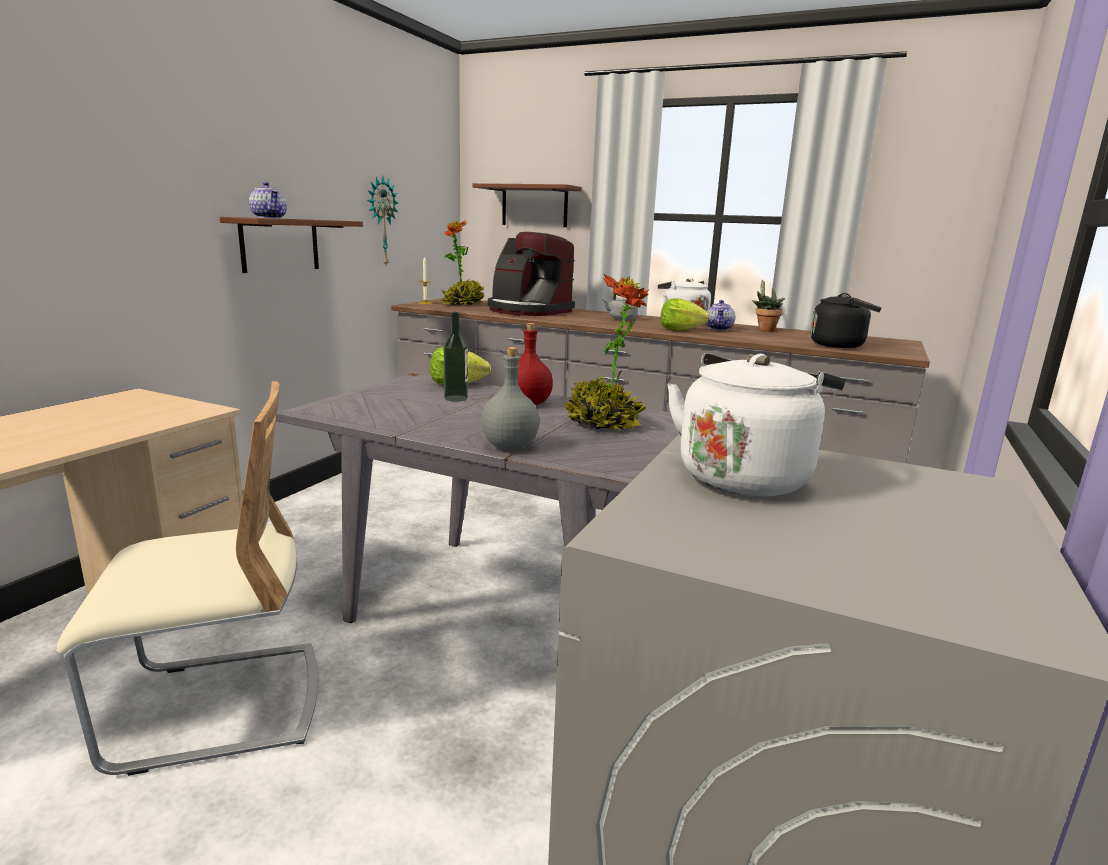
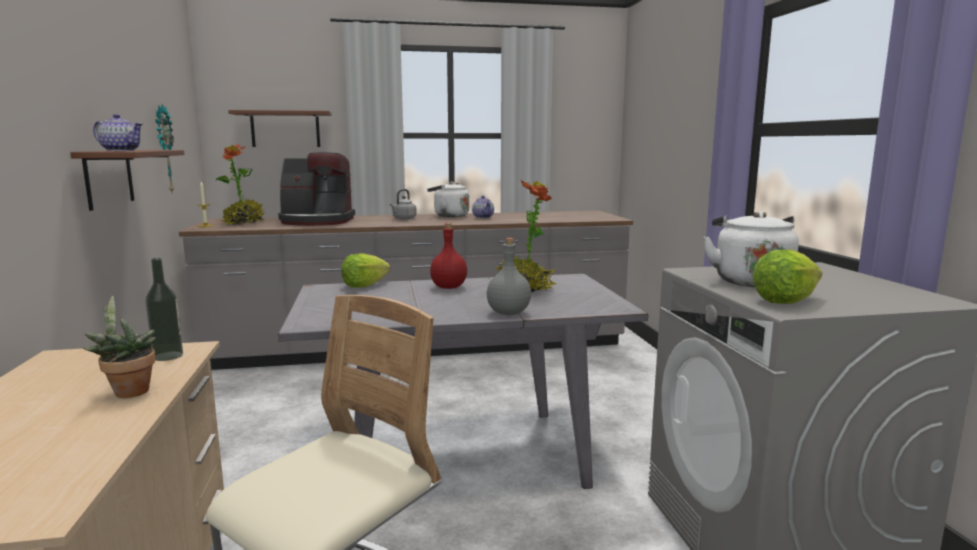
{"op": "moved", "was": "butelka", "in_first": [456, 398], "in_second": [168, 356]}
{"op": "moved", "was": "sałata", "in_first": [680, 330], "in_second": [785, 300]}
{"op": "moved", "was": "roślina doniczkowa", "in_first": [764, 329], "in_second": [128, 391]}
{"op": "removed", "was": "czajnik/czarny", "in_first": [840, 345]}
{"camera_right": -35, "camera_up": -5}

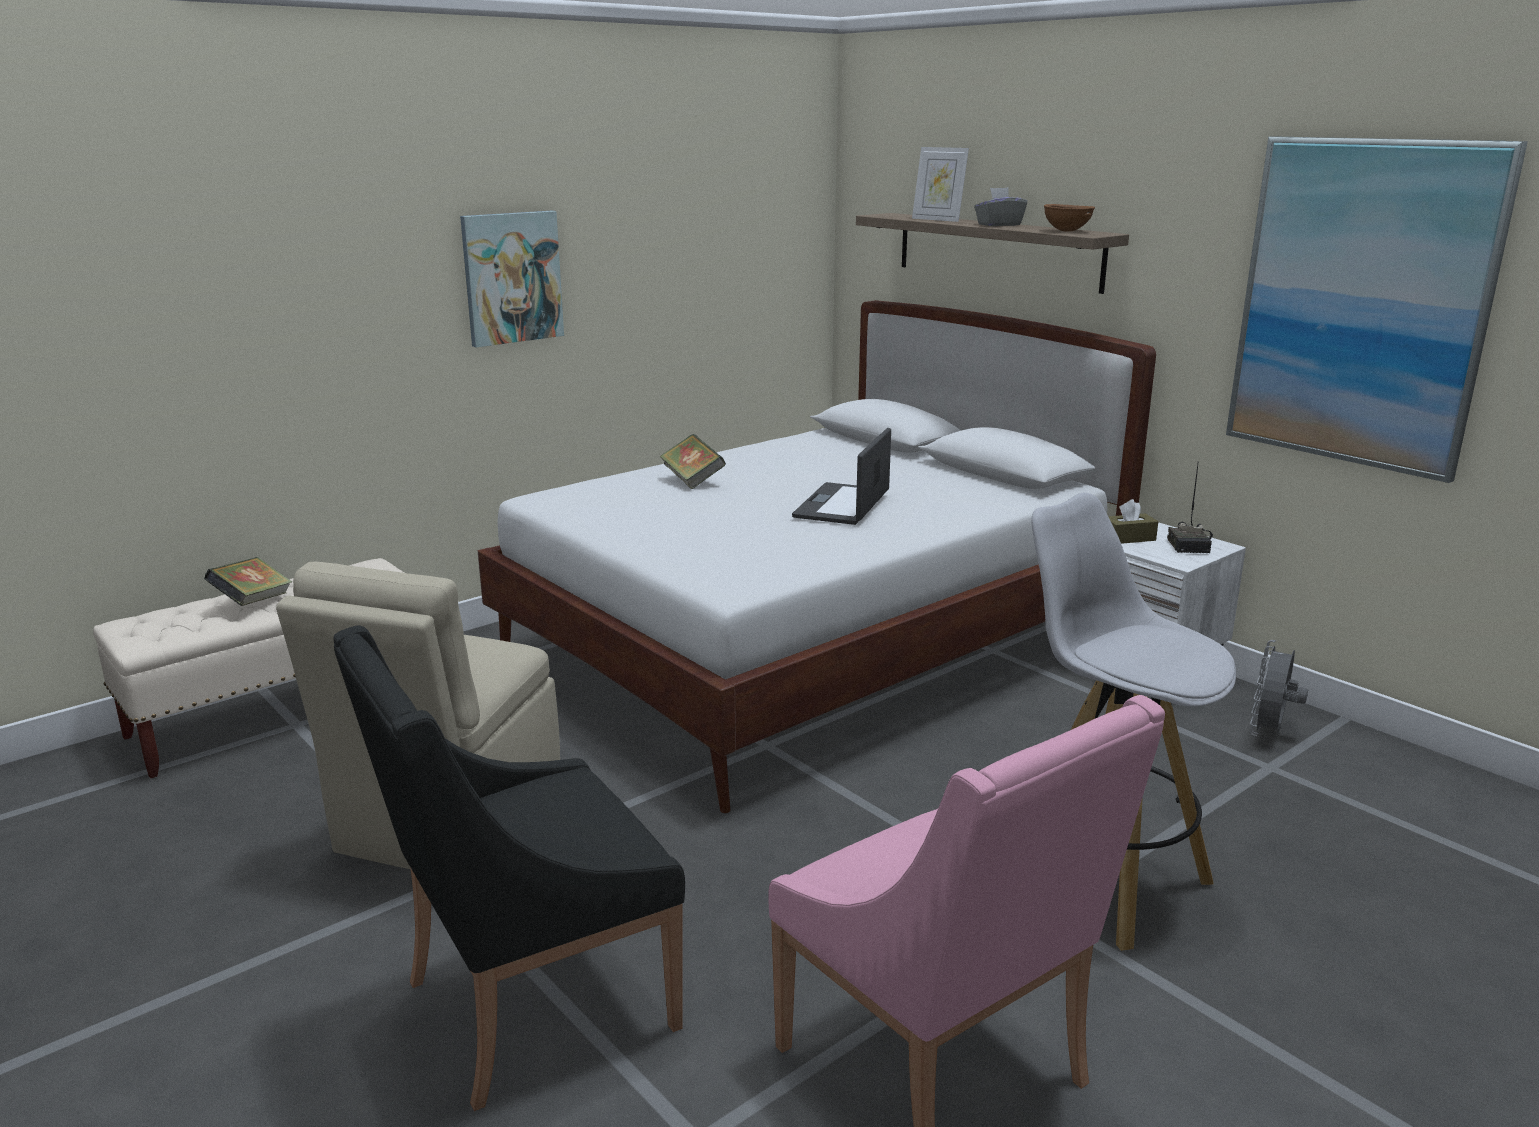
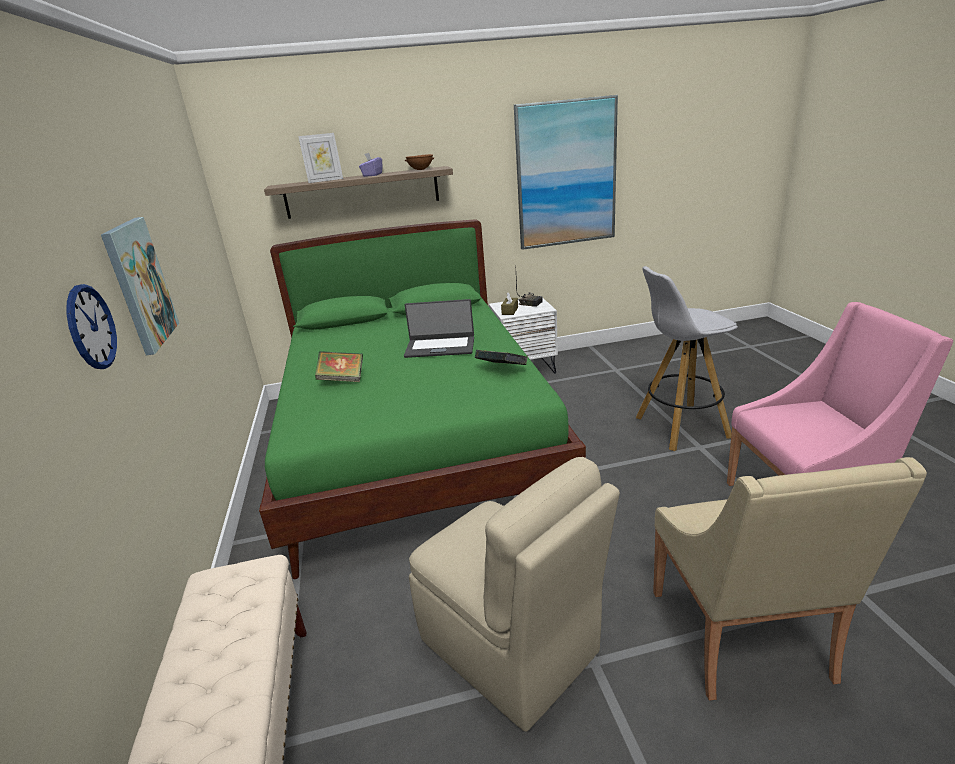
{"op": "moved", "was": "książka", "in_first": [253, 602], "in_second": [502, 370]}
{"op": "recoloured", "was": "fotel/czarny", "now": "fotel/beżowy", "in_first": [531, 1006], "in_second": [743, 638]}
{"op": "recoloured", "was": "łóżko/biały", "now": "łóżko/zielony", "in_first": [812, 649], "in_second": [417, 444]}
{"op": "turned", "was": "laptop", "in_first": [843, 505], "in_second": [440, 347], "clockwise": -45}
{"op": "recoloured", "was": "pudełko chusteczek/szary", "now": "pudełko chusteczek/fioletowy", "in_first": [999, 225], "in_second": [372, 175]}
{"op": "removed", "was": "wentylator/szary", "in_first": [1269, 733]}
{"op": "added", "now": "zegar ścienny", "in_second": [91, 327]}
{"camera_right": -60, "camera_up": 5}

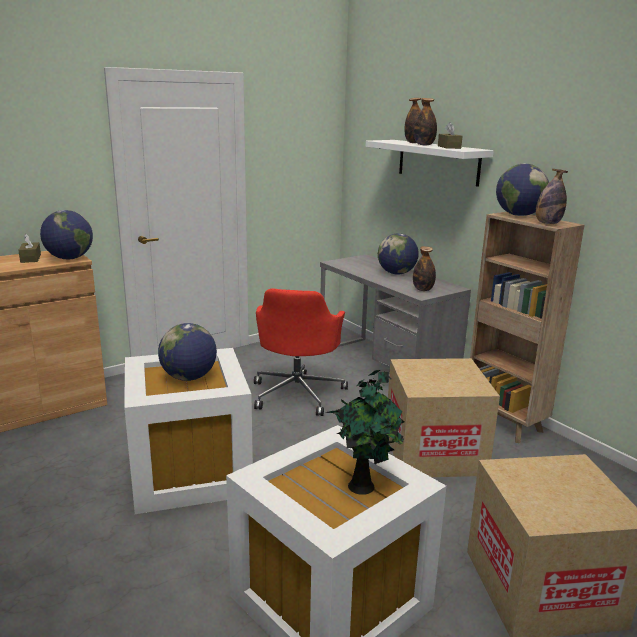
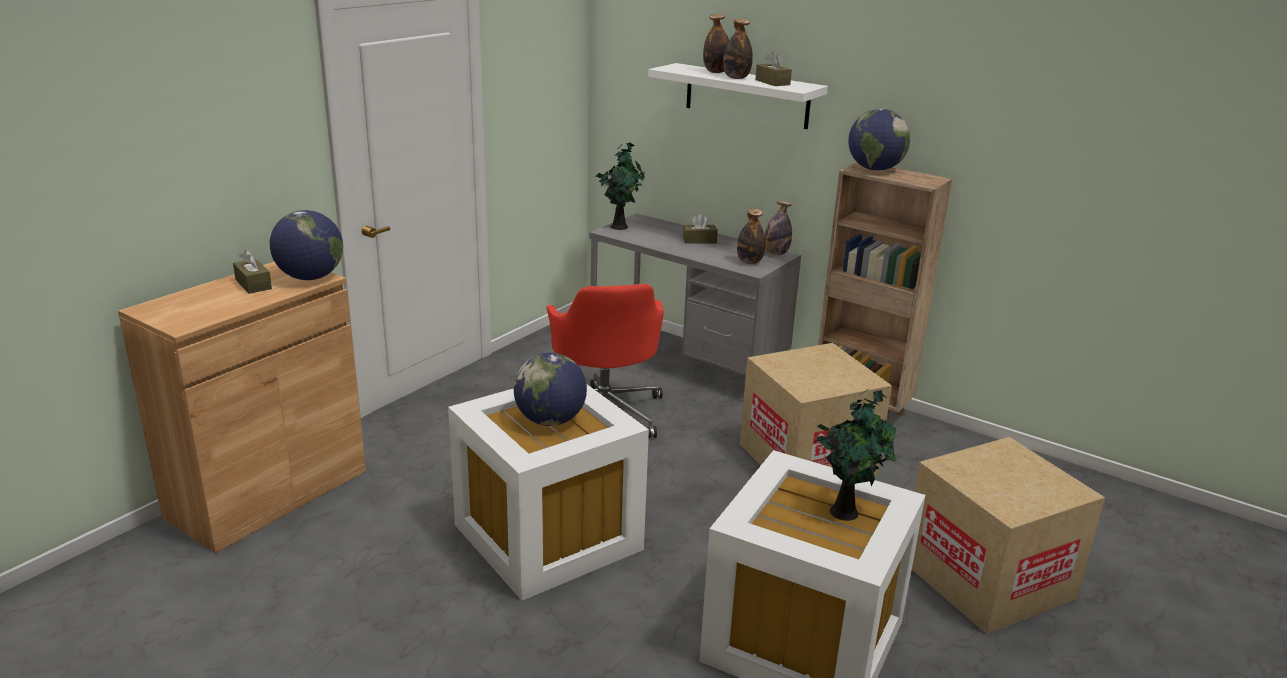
{"op": "replaced", "was": "globus", "now": "pudełko chusteczek/brązowy", "in_first": [396, 273], "in_second": [699, 240]}
{"op": "moved", "was": "butelka", "in_first": [548, 223], "in_second": [775, 254]}
{"op": "added", "now": "roślina doniczkowa", "in_second": [620, 226]}
{"camera_right": -20, "camera_up": 5}

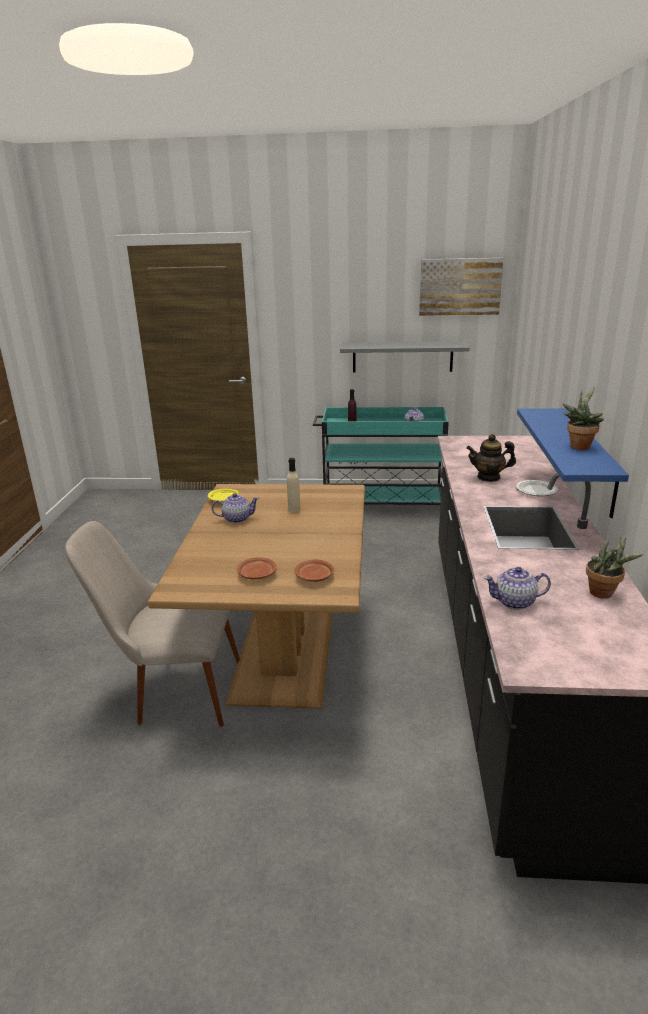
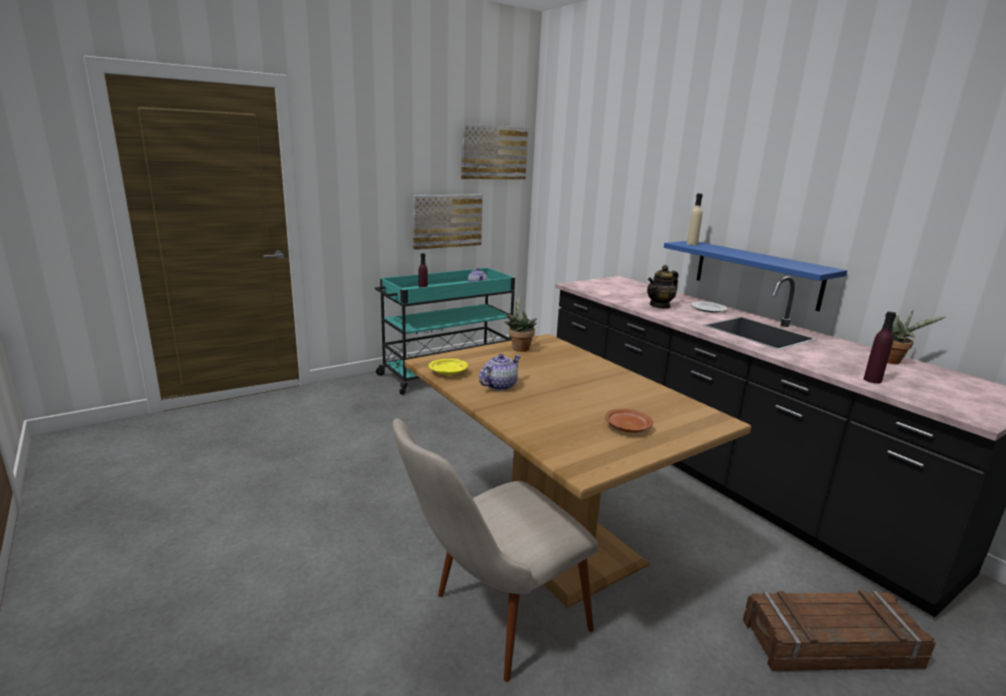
{"op": "moved", "was": "butelka/beżowy", "in_first": [294, 510], "in_second": [692, 244]}
{"op": "removed", "was": "talerz/brązowy", "in_first": [314, 577]}
{"op": "replaced", "was": "półka/szary", "now": "obraz", "in_first": [402, 357], "in_second": [447, 221]}
{"op": "replaced", "was": "imbryk", "now": "butelka/fioletowy", "in_first": [515, 602], "in_second": [872, 380]}
{"op": "moved", "was": "roślina doniczkowa", "in_first": [579, 446], "in_second": [519, 348]}
{"op": "added", "now": "skrzynka", "in_second": [829, 643]}
{"camera_right": -40, "camera_up": -5}

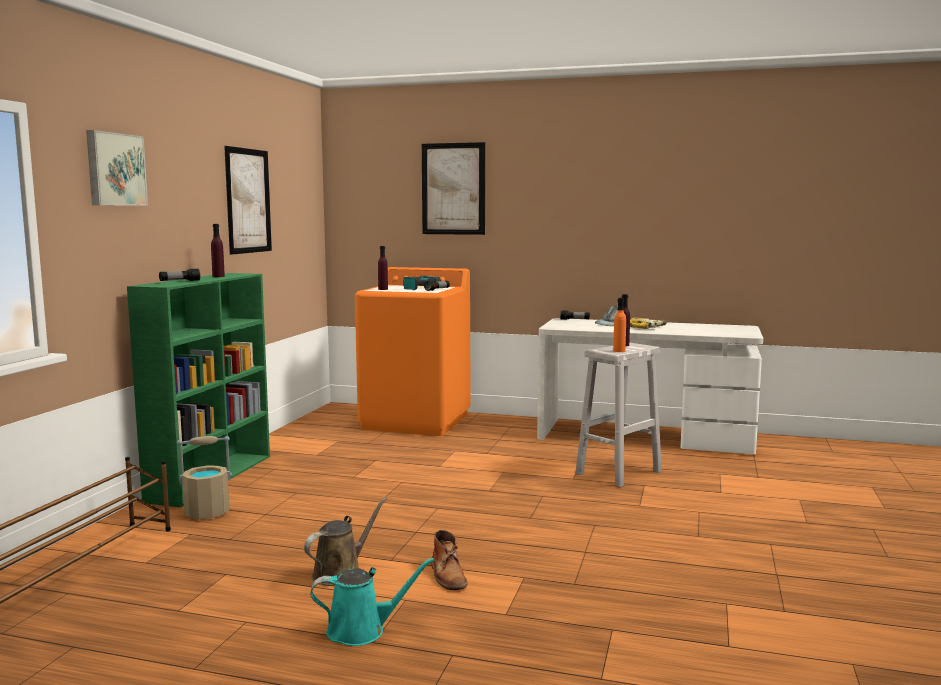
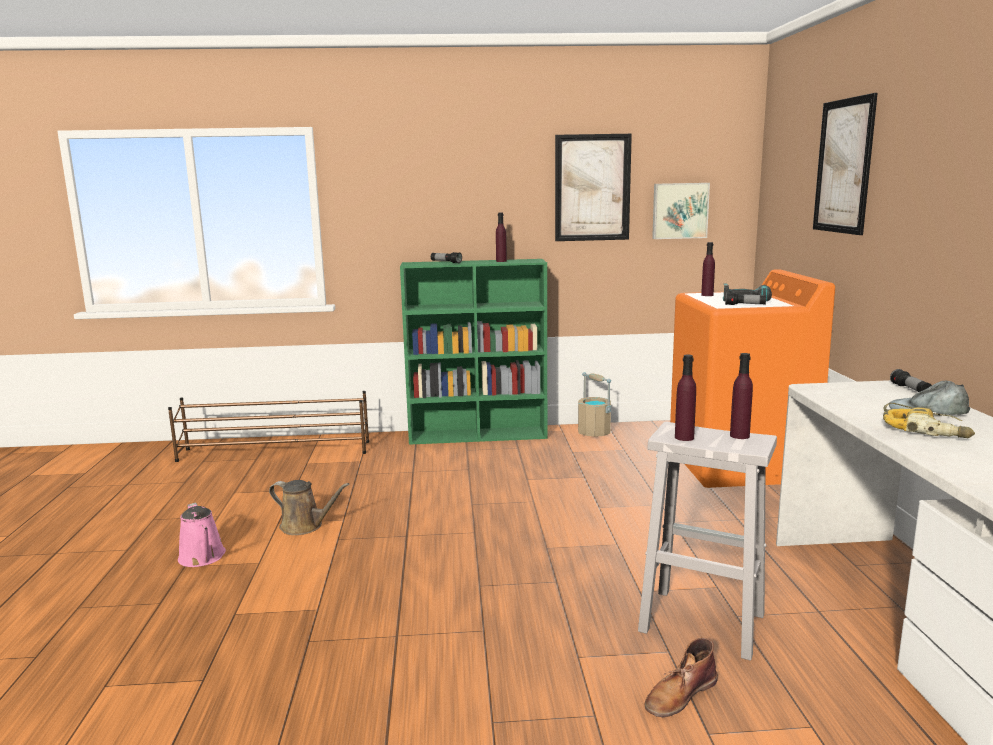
{"op": "moved", "was": "obraz", "in_first": [114, 169], "in_second": [679, 210]}
{"op": "moved", "was": "wiadro/beżowy", "in_first": [207, 512], "in_second": [594, 432]}
{"op": "recoloured", "was": "konewka/turkusowy", "now": "konewka/różowy", "in_first": [362, 630], "in_second": [203, 558]}
{"op": "moved", "was": "but z cholewką/brązowy", "in_first": [448, 575], "in_second": [680, 694]}
{"op": "recoloured", "was": "butelka/pomarańczowy", "now": "butelka/fioletowy", "in_first": [619, 351], "in_second": [684, 437]}
{"camera_right": 70, "camera_up": 5}

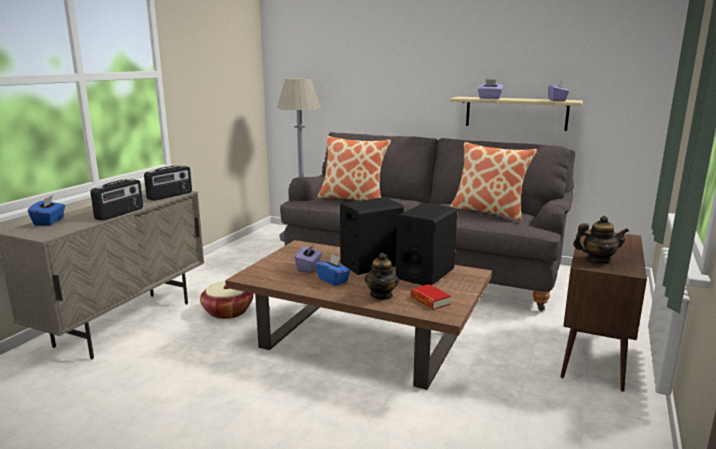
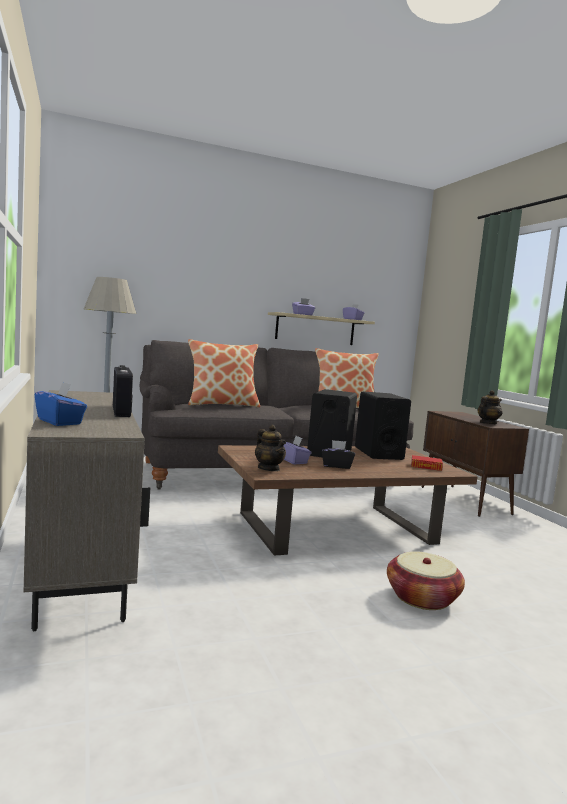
{"op": "removed", "was": "radio", "in_first": [170, 196]}
{"op": "moved", "was": "koszyk", "in_first": [227, 311], "in_second": [422, 598]}
{"op": "recoloured", "was": "pudełko chusteczek/niebieski", "now": "pudełko chusteczek/czarny", "in_first": [333, 280], "in_second": [336, 466]}
{"op": "moved", "was": "imbryk", "in_first": [381, 295], "in_second": [269, 469]}
{"camera_right": -45, "camera_up": -10}

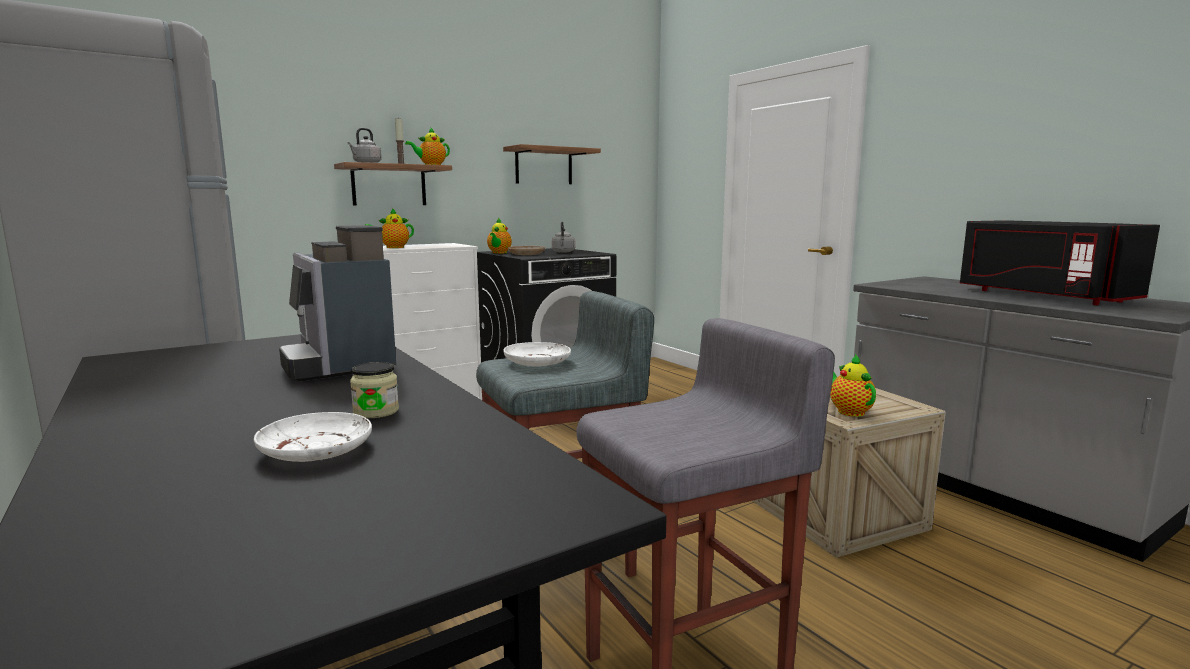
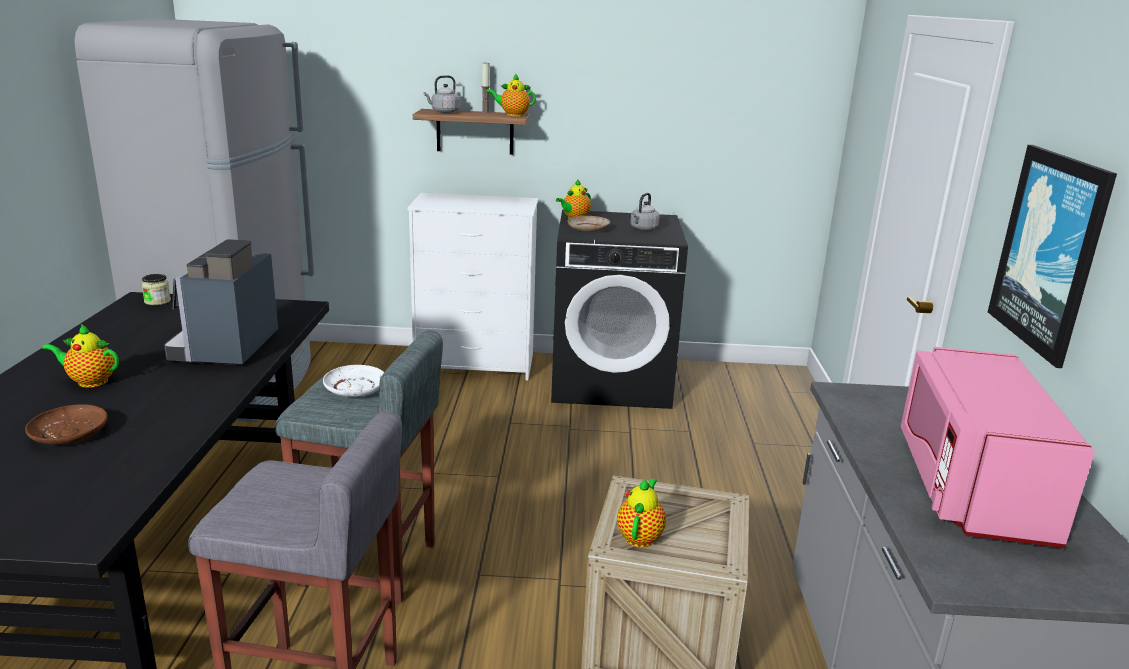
{"op": "recoloured", "was": "talerz/biały", "now": "talerz/brązowy", "in_first": [316, 450], "in_second": [70, 433]}
{"op": "moved", "was": "słoik", "in_first": [376, 411], "in_second": [157, 301]}
{"op": "moved", "was": "imbryk", "in_first": [393, 247], "in_second": [89, 381]}
{"op": "removed", "was": "półka", "in_first": [544, 166]}
{"op": "recoloured", "was": "mikrofalówka/czarny", "now": "mikrofalówka/różowy", "in_first": [1040, 296], "in_second": [970, 486]}
{"op": "added", "now": "obraz", "in_second": [1049, 251]}
{"camera_right": 35, "camera_up": 10}

